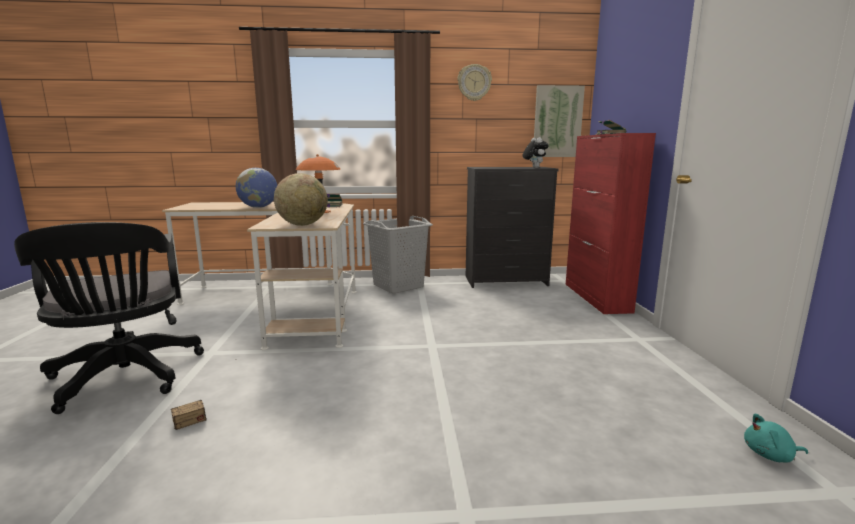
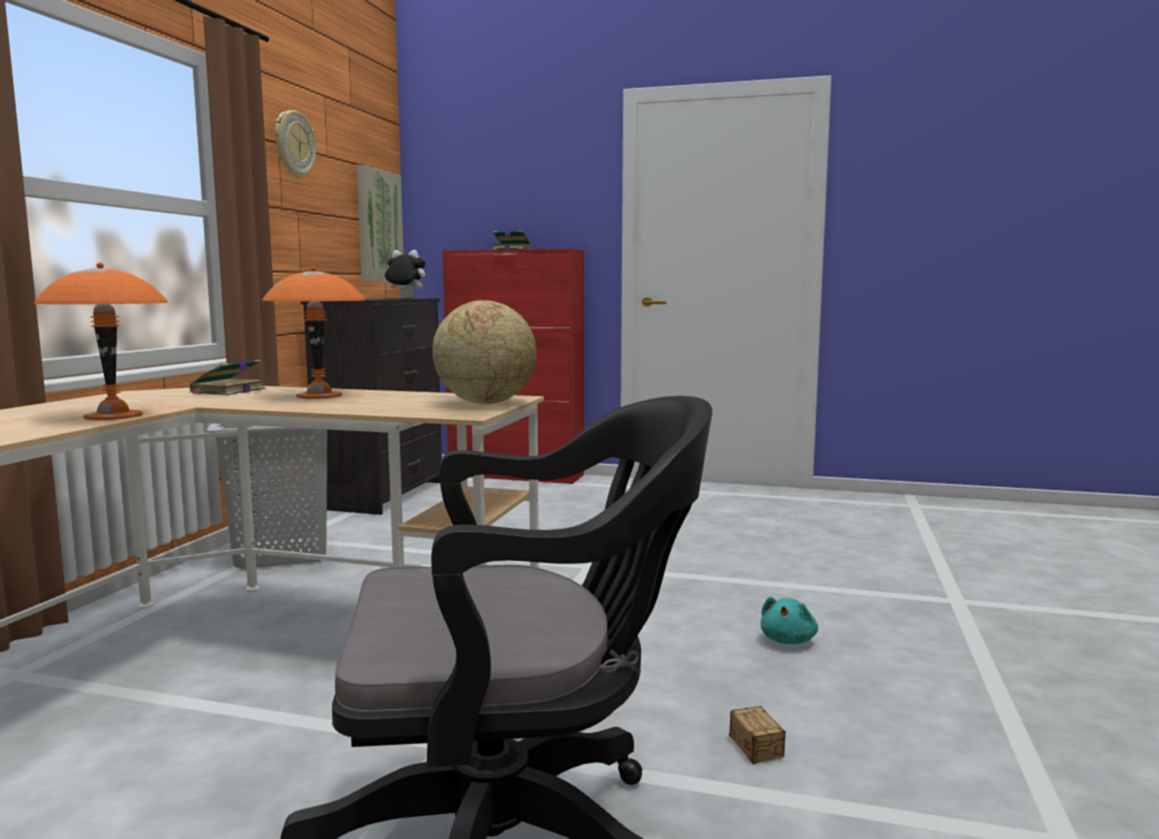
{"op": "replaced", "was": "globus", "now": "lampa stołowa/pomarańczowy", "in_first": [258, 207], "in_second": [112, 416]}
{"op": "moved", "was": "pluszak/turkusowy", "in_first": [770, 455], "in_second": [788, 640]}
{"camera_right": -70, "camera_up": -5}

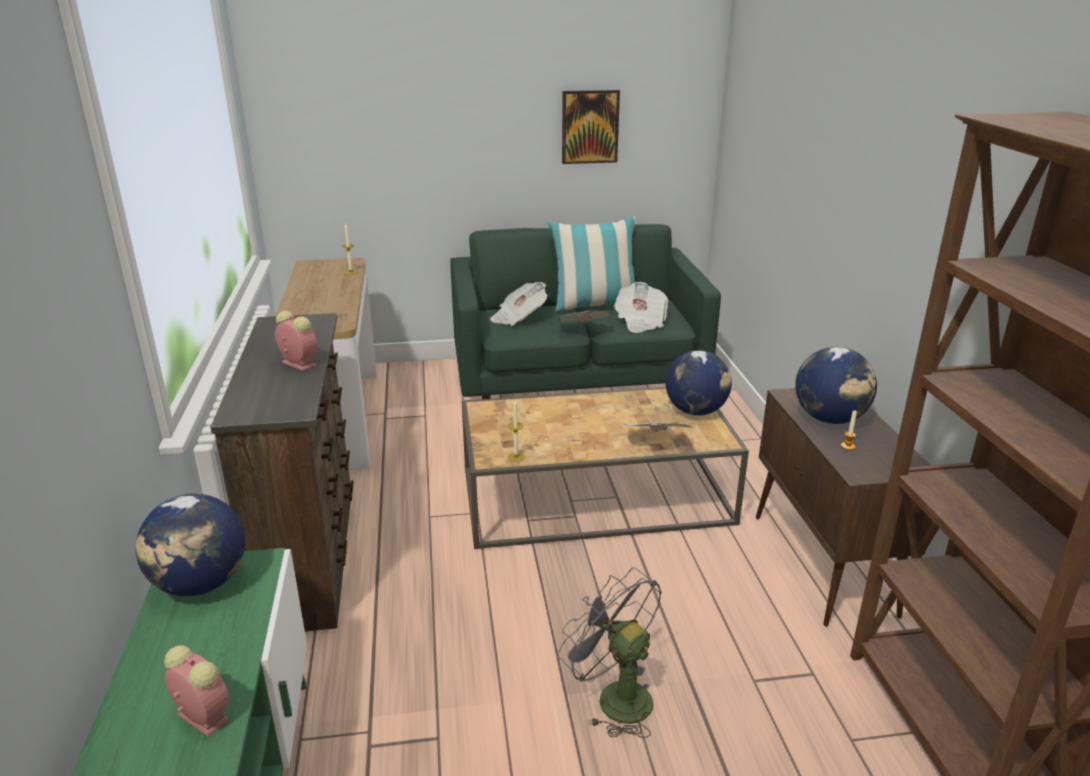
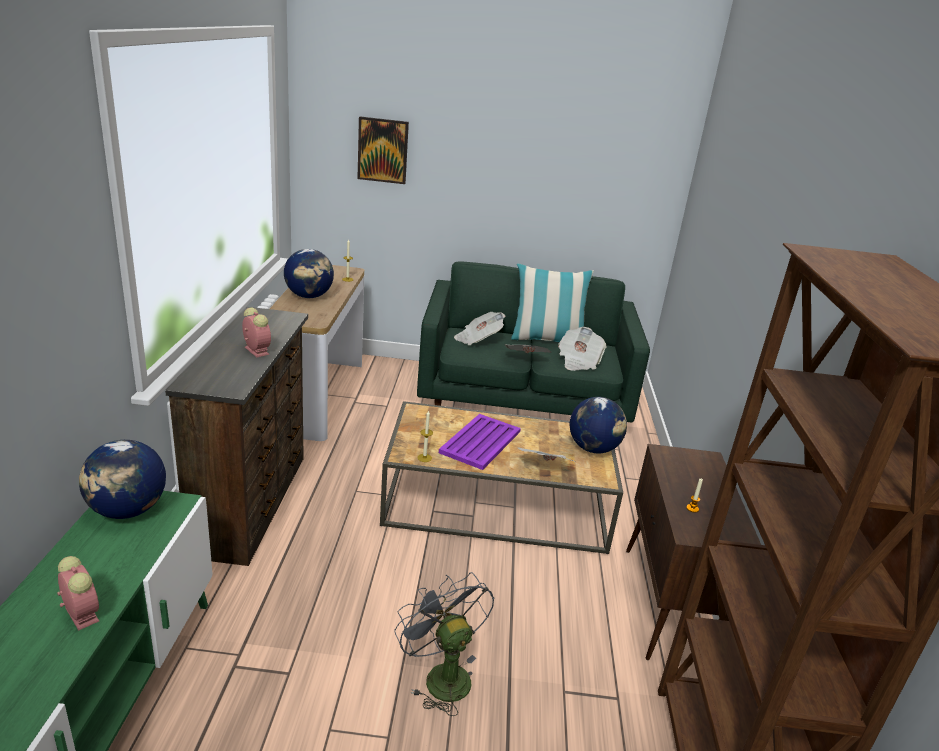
{"op": "moved", "was": "obraz", "in_first": [590, 127], "in_second": [383, 150]}
{"op": "moved", "was": "globus", "in_first": [830, 419], "in_second": [309, 296]}
{"op": "added", "now": "taca/fioletowy", "in_second": [481, 441]}
{"camera_right": 10, "camera_up": 0}

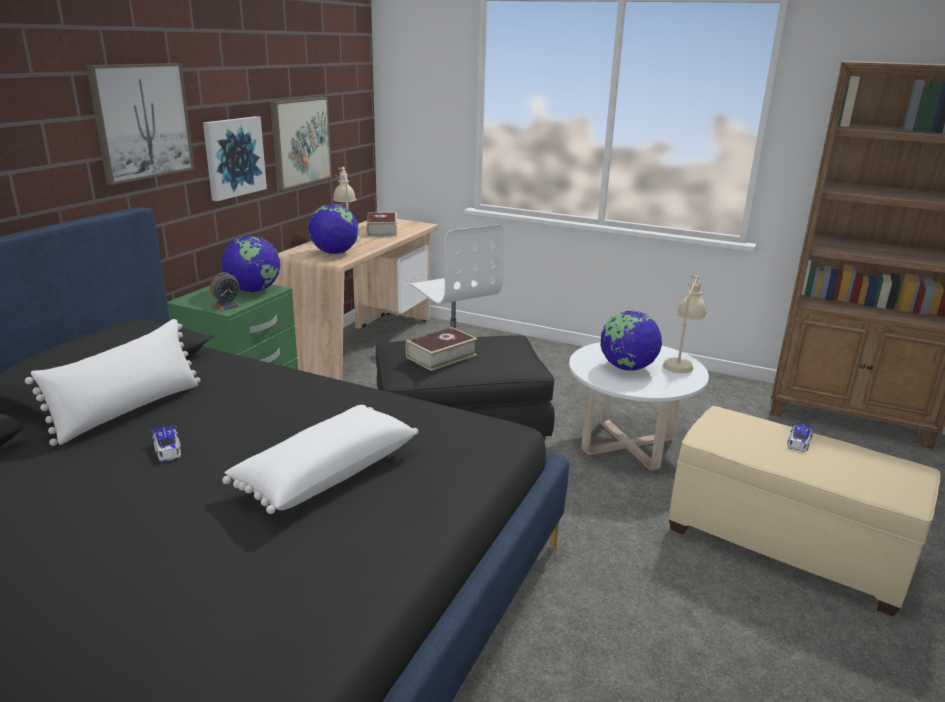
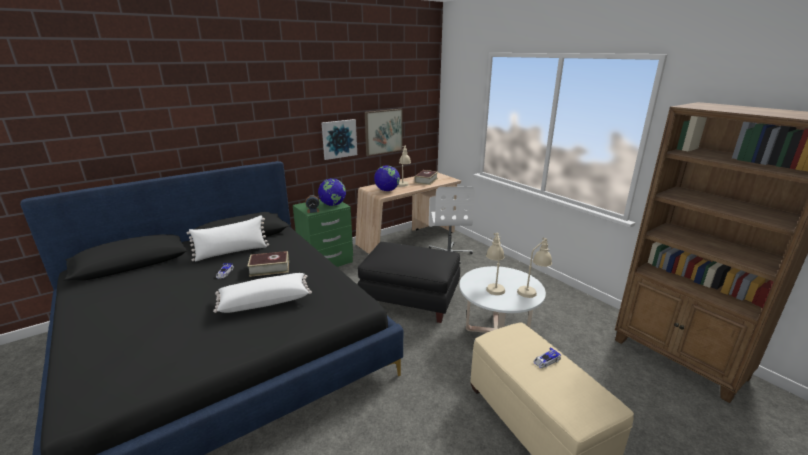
{"op": "removed", "was": "obraz", "in_first": [142, 121]}
{"op": "moved", "was": "książka", "in_first": [441, 356], "in_second": [269, 268]}
{"op": "replaced", "was": "globus", "now": "lampa stołowa/beżowy", "in_first": [627, 368], "in_second": [493, 285]}
{"camera_right": 30, "camera_up": 0}

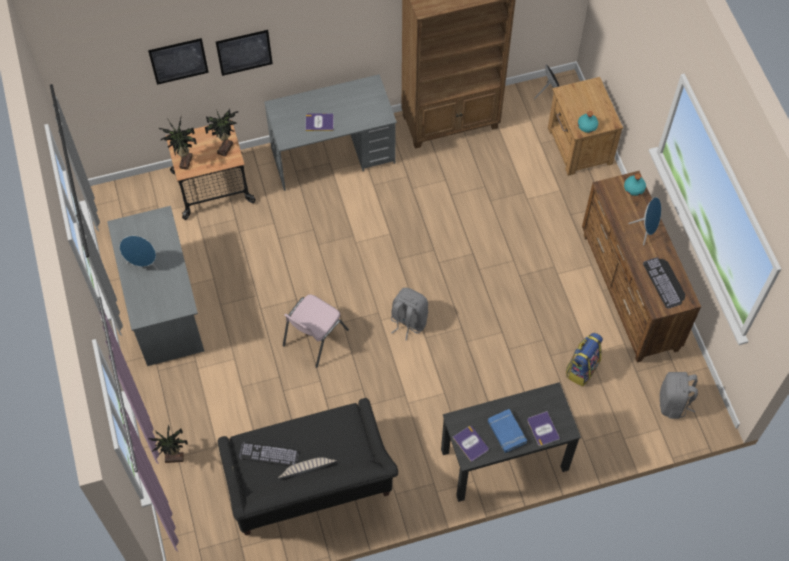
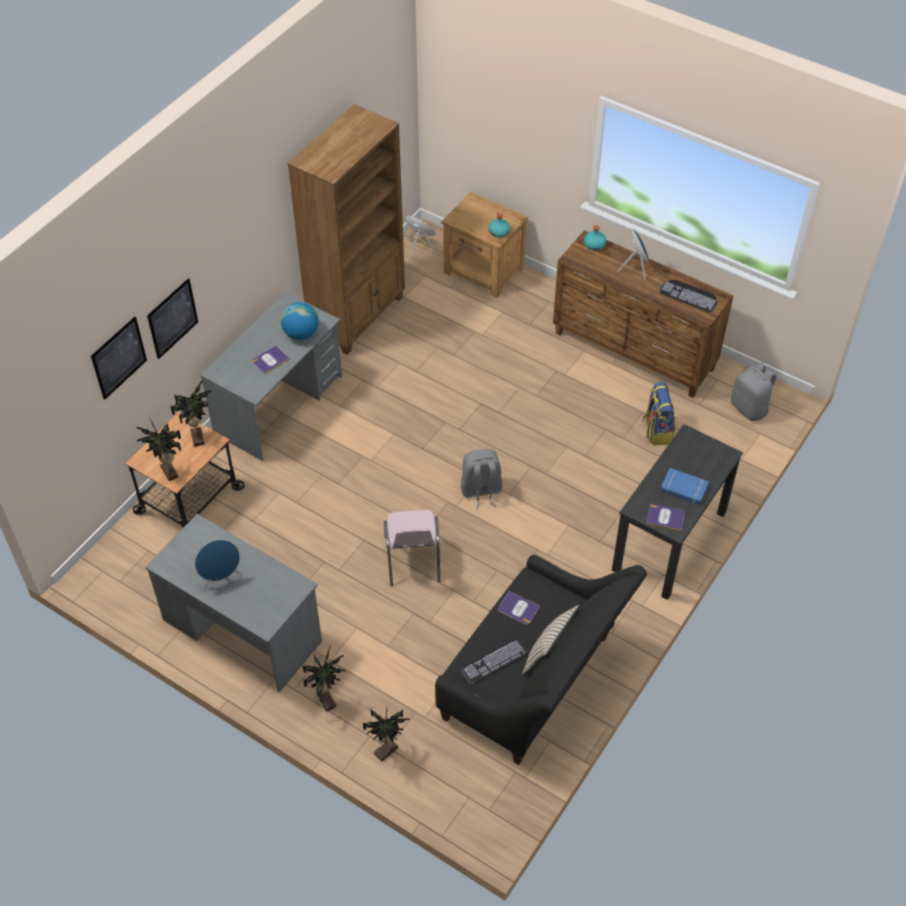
{"op": "moved", "was": "książka", "in_first": [543, 429], "in_second": [518, 608]}
{"op": "added", "now": "globus", "in_second": [301, 334]}
{"op": "added", "now": "roślina doniczkowa", "in_second": [327, 700]}
{"camera_right": -40, "camera_up": -10}

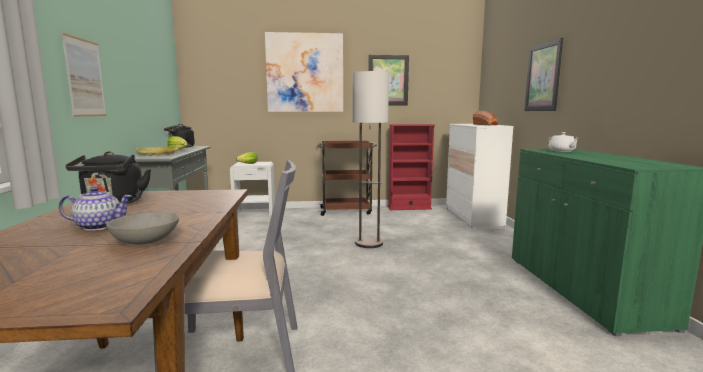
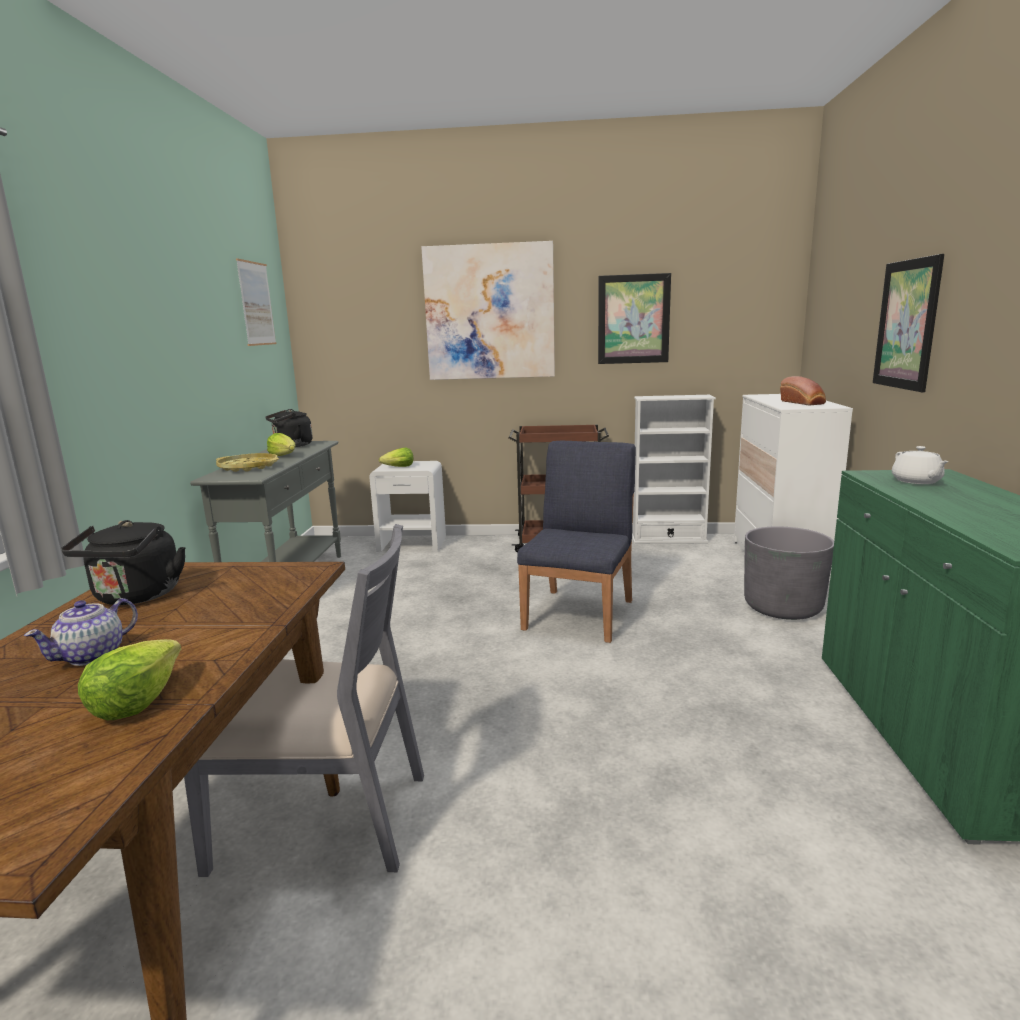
{"op": "turned", "was": "imbryk", "in_first": [98, 226], "in_second": [93, 655], "clockwise": 120}
{"op": "moved", "was": "obraz", "in_first": [85, 78], "in_second": [256, 304]}
{"op": "replaced", "was": "miska/szary", "now": "sałata", "in_first": [145, 242], "in_second": [136, 701]}
{"op": "replaced", "was": "lampa stojąca", "now": "krzesło/niebieski", "in_first": [369, 243], "in_second": [580, 614]}
{"op": "recoloured", "was": "regał/czerwony", "now": "regał/biały", "in_first": [409, 208], "in_second": [668, 539]}
{"op": "added", "now": "donica/szary", "in_second": [782, 607]}
{"camera_right": 10, "camera_up": 5}

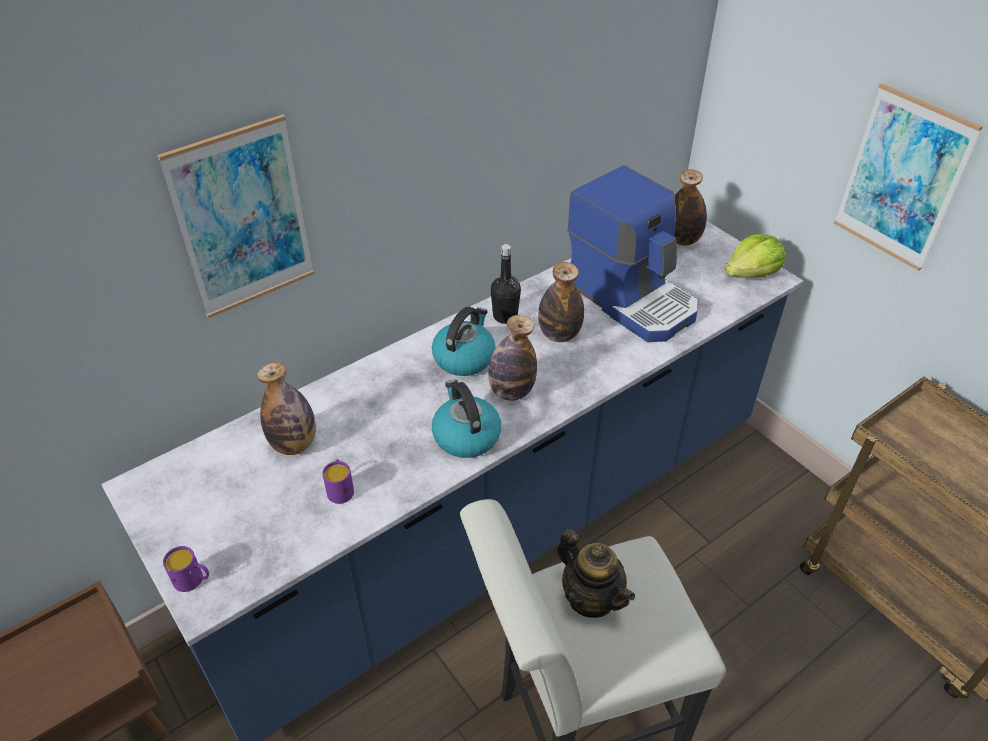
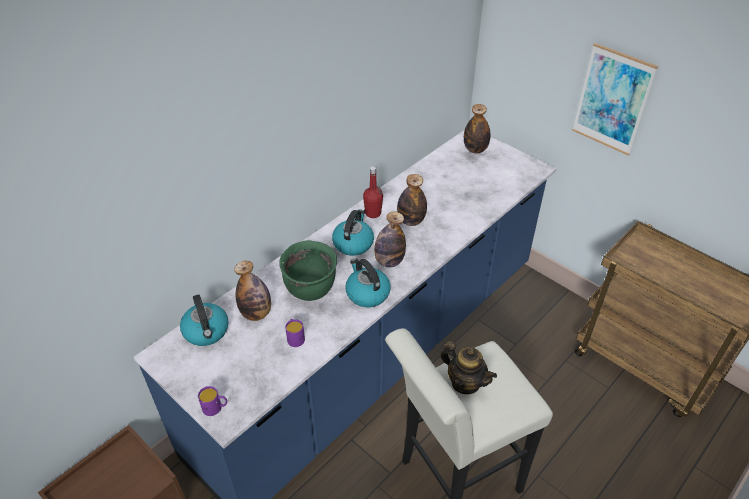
{"op": "removed", "was": "obraz", "in_first": [243, 219]}
{"op": "recoloured", "was": "butelka/czarny", "now": "butelka/czerwony", "in_first": [505, 316], "in_second": [373, 213]}
{"op": "removed", "was": "ekspres do kawy", "in_first": [632, 298]}
{"op": "removed", "was": "sałata", "in_first": [751, 274]}
{"op": "added", "now": "czajnik", "in_second": [206, 331]}
{"op": "added", "now": "garnek/zielony", "in_second": [311, 289]}
{"camera_right": -10, "camera_up": 0}

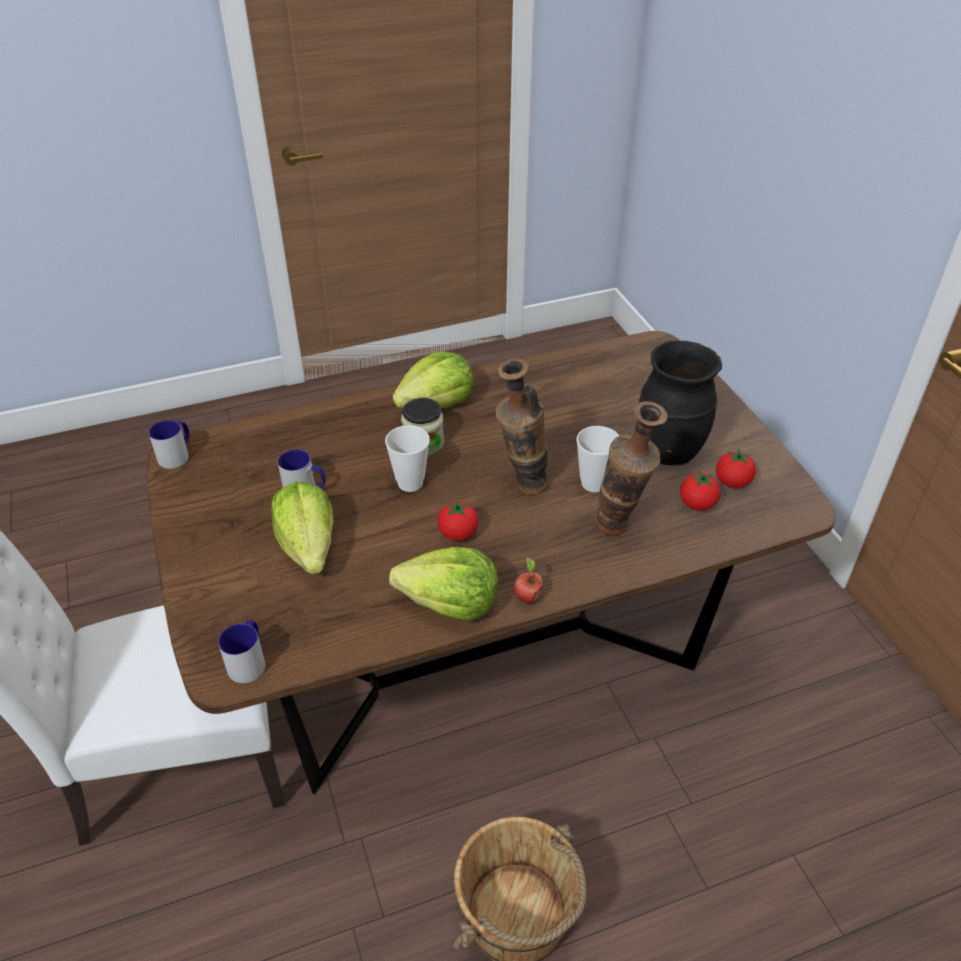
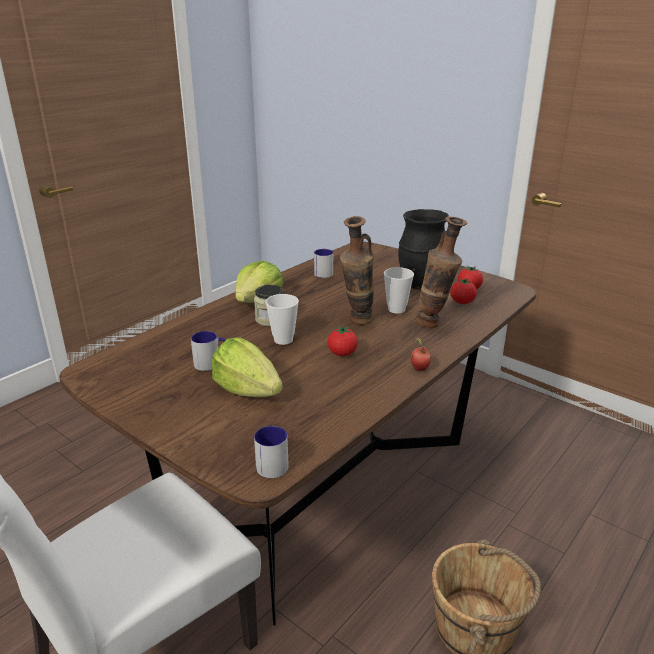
{"op": "moved", "was": "kubek", "in_first": [177, 454], "in_second": [323, 272]}
{"op": "removed", "was": "sałata", "in_first": [450, 604]}
{"camera_right": -30, "camera_up": -15}

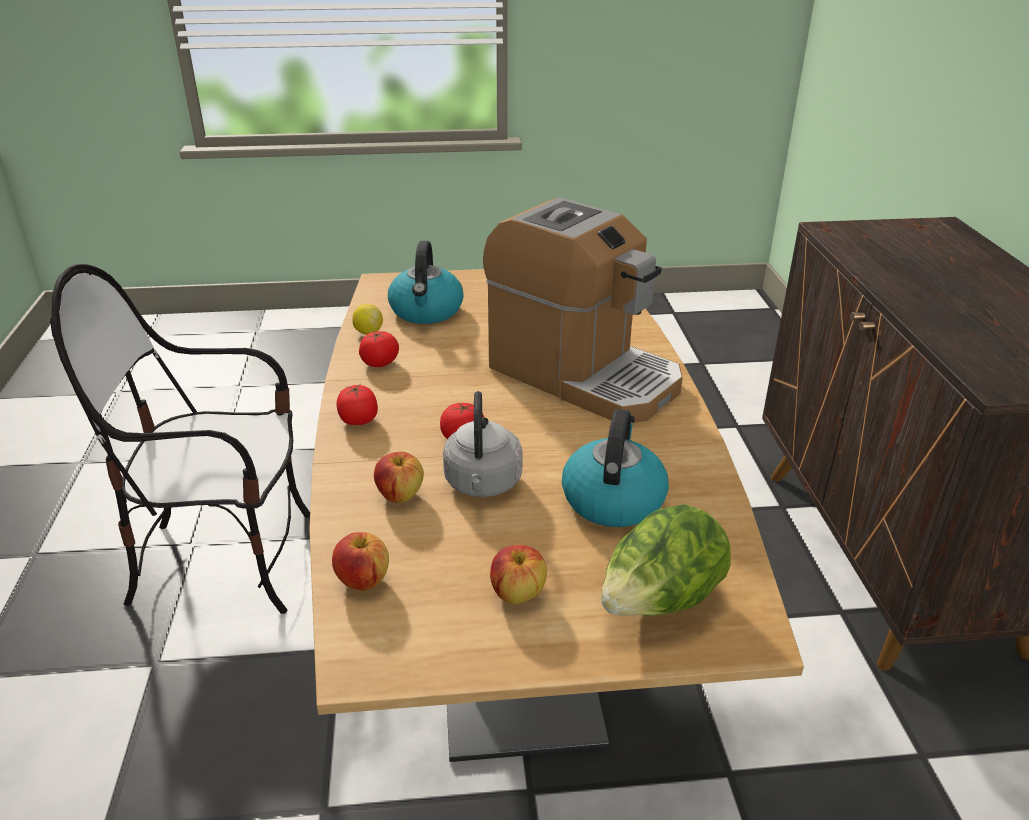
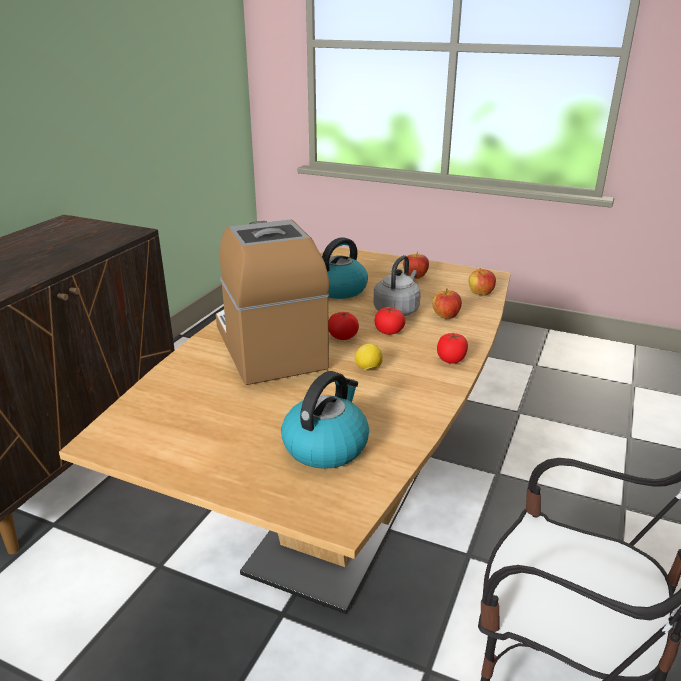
{"op": "moved", "was": "cytryna", "in_first": [368, 332], "in_second": [368, 369]}
{"op": "moved", "was": "pomidor", "in_first": [380, 363], "in_second": [343, 337]}
{"op": "removed", "was": "sałata", "in_first": [660, 602]}
{"camera_right": -150, "camera_up": -5}

